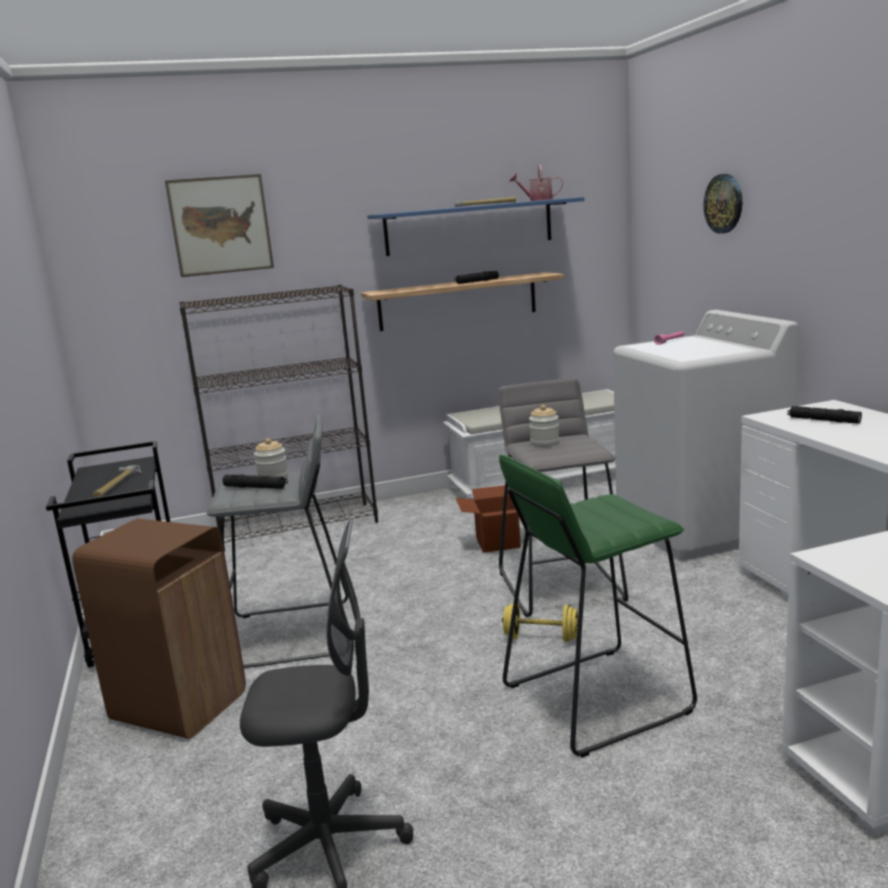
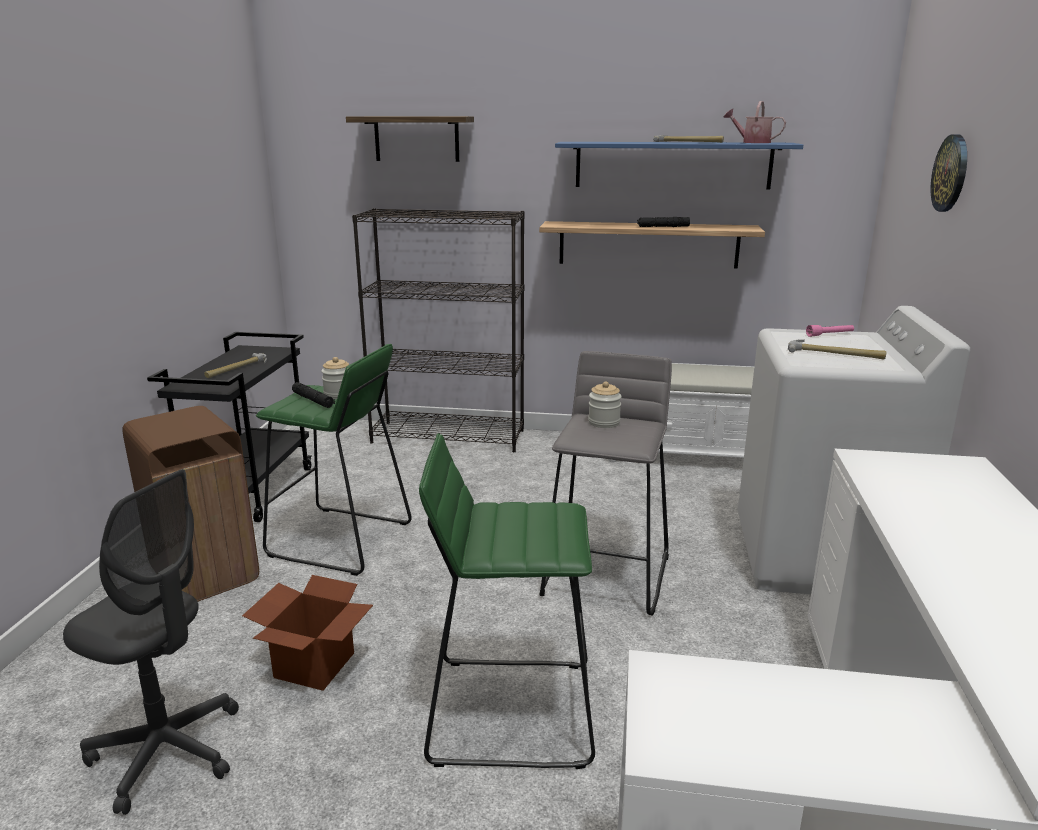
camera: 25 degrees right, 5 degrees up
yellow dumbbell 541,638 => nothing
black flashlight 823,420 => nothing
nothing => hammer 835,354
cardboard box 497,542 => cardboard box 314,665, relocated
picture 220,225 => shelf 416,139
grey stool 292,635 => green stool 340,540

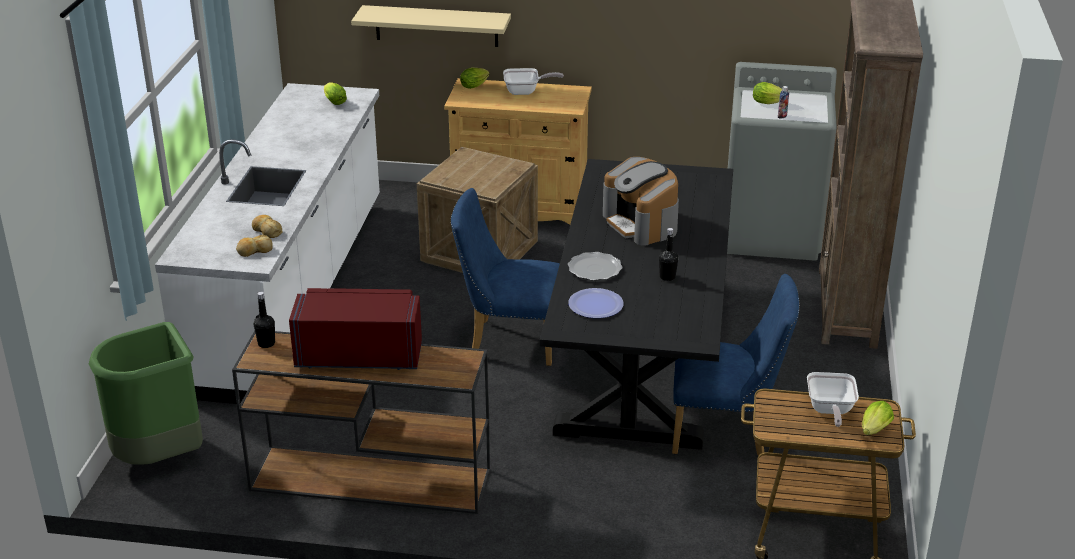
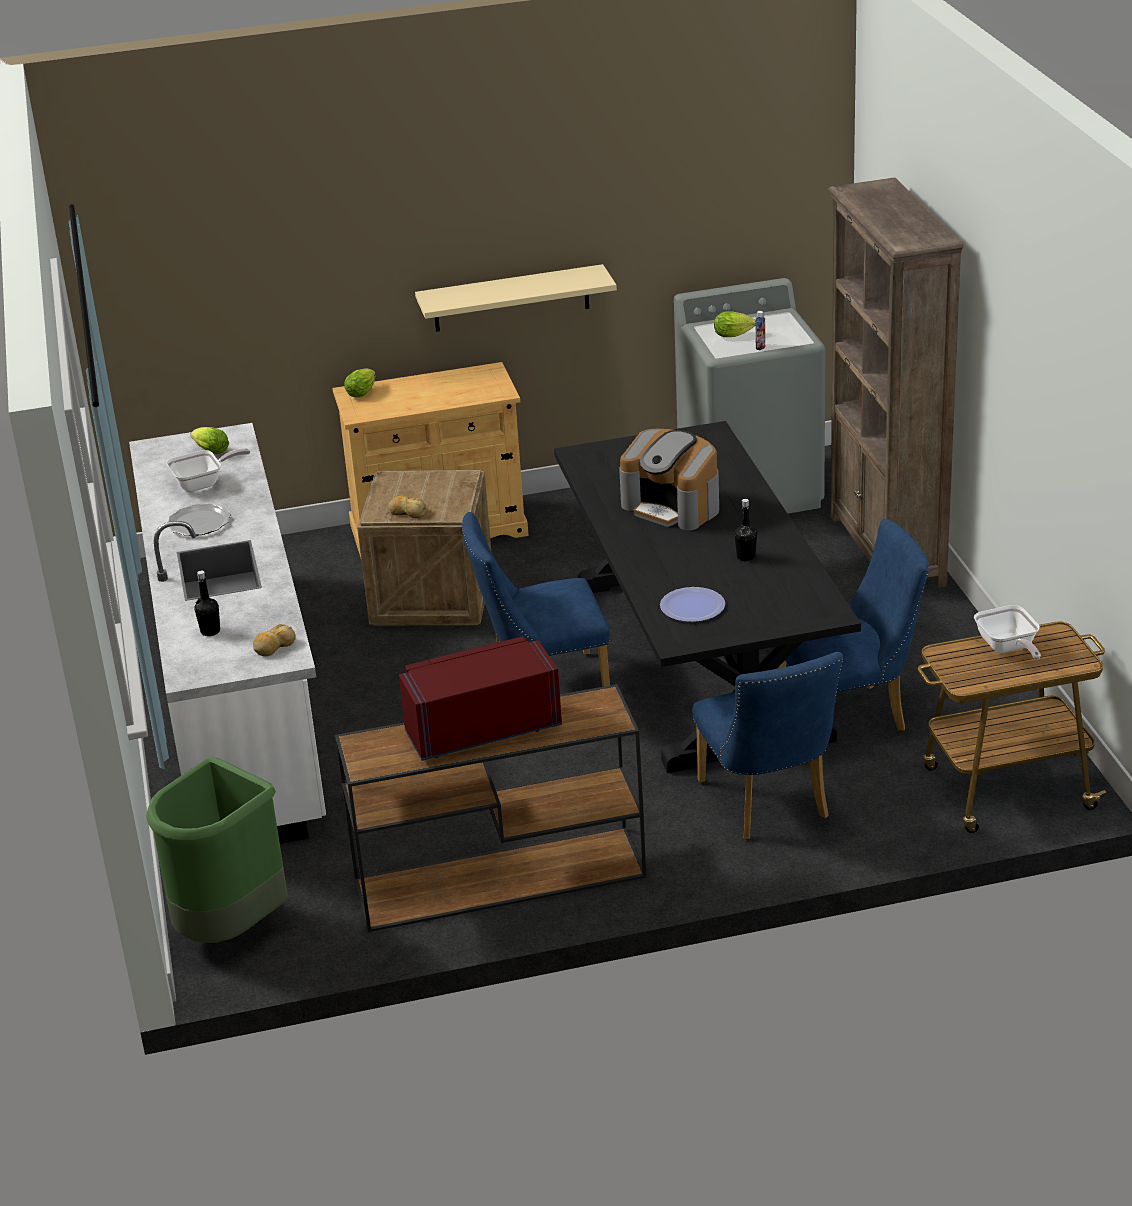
camera: 20 degrees left, 0 degrees up
lettuce 873,431 => nothing
nothing => blue chair 768,805
bread 267,231 => bread 407,512, relocated
black bottle 266,343 => black bottle 210,631, relocated
beige shelf 436,26 => beige shelf 511,298, relocated
frying pan 525,91 => frying pan 203,483, relocated
plate 595,268 => plate 199,523, relocated

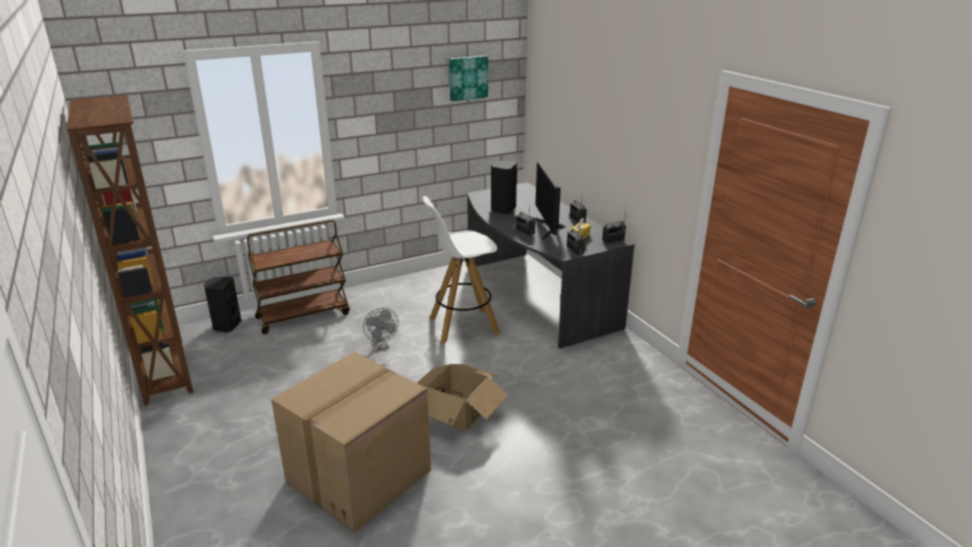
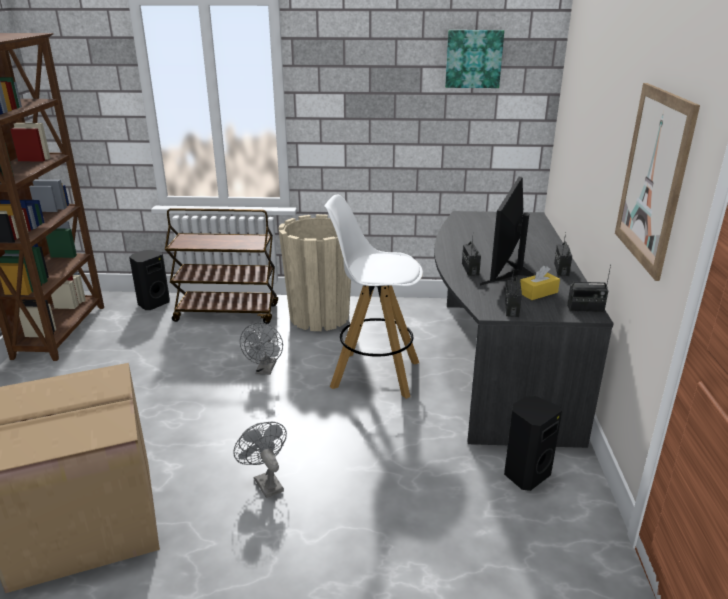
camera: 30 degrees right, 0 degrees up
nothing => beige planter 319,317
nothing => picture 653,178
black speaker 502,209 => black speaker 525,474, relocated
cardboard box 458,411 => grey fan 265,482

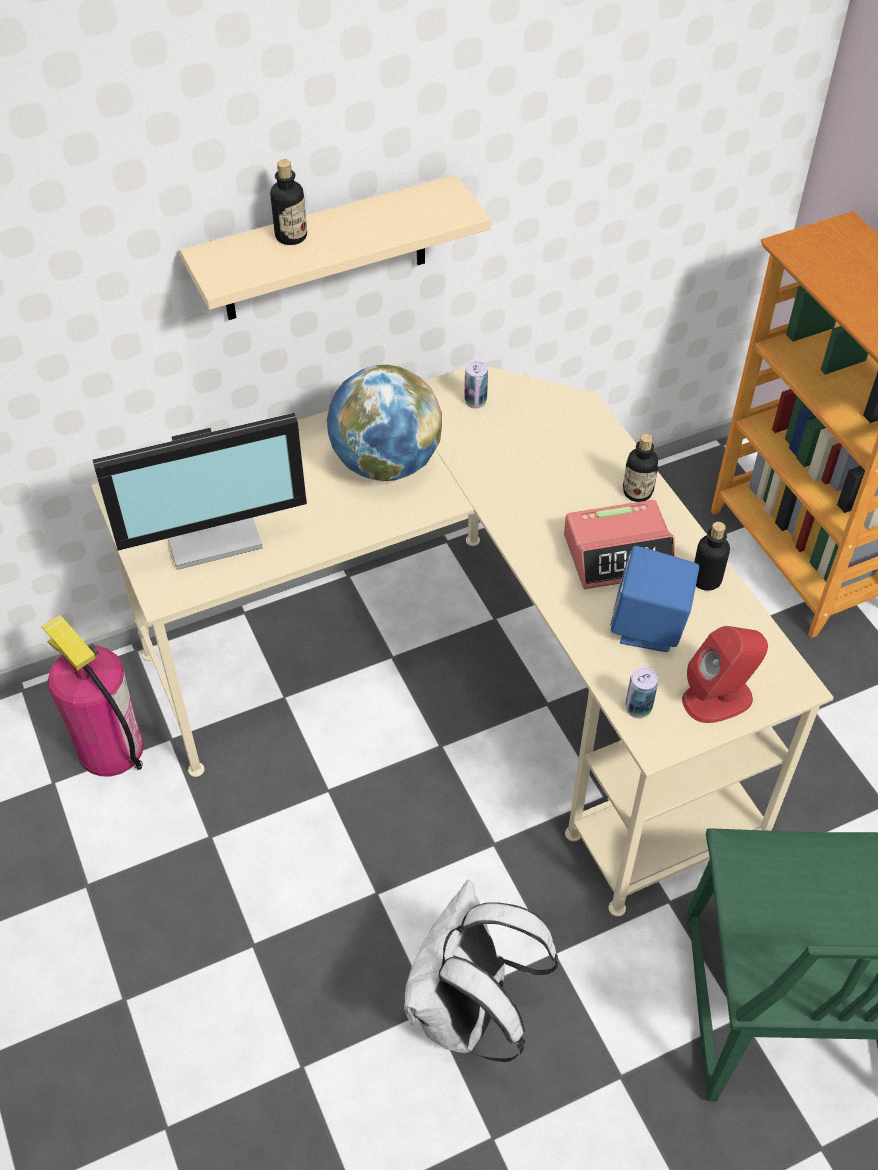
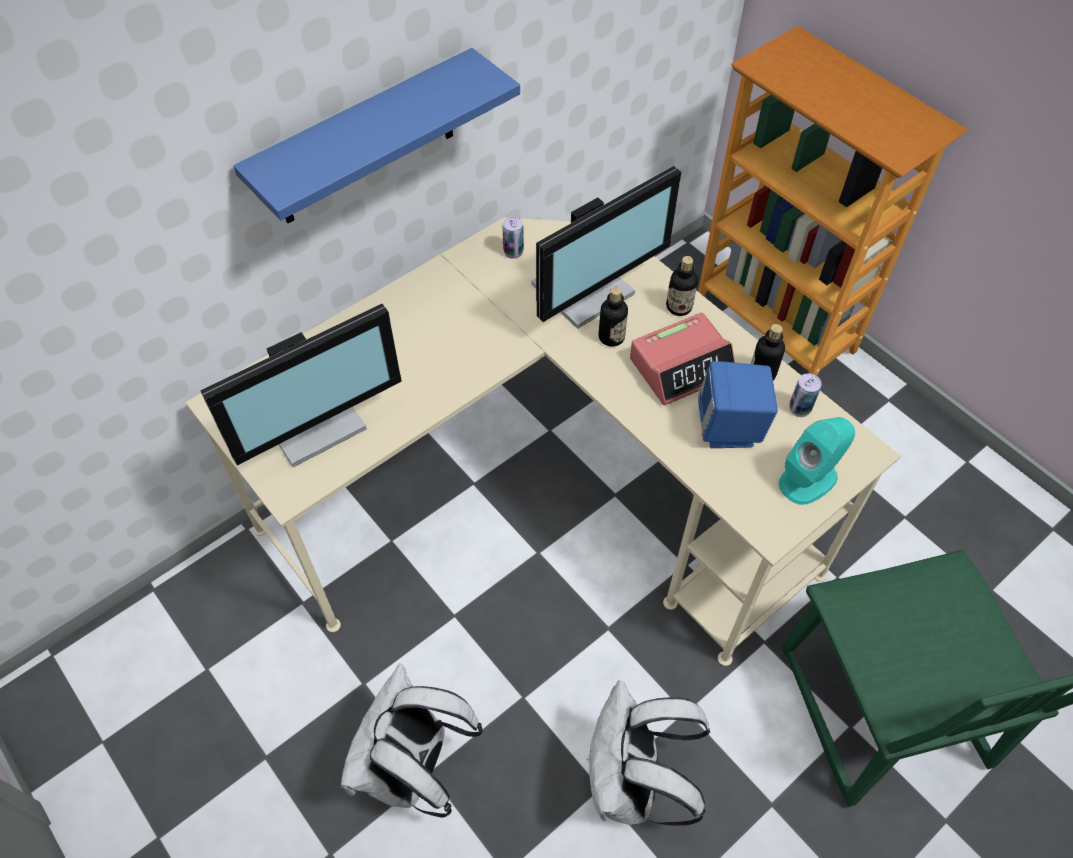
camera: 15 degrees left, 5 degrees up
fire extinguisher 110,749 => nothing
globe 385,464 => nothing
nothing => white backpack 414,769
nothing => monitor 586,291
bottle 291,236 => bottle 611,337, relocated
can 638,708 => can 799,408, relocated
beige shelf 324,251 => blue shelf 365,141
red speaker 718,698 => turquoise speaker 808,479

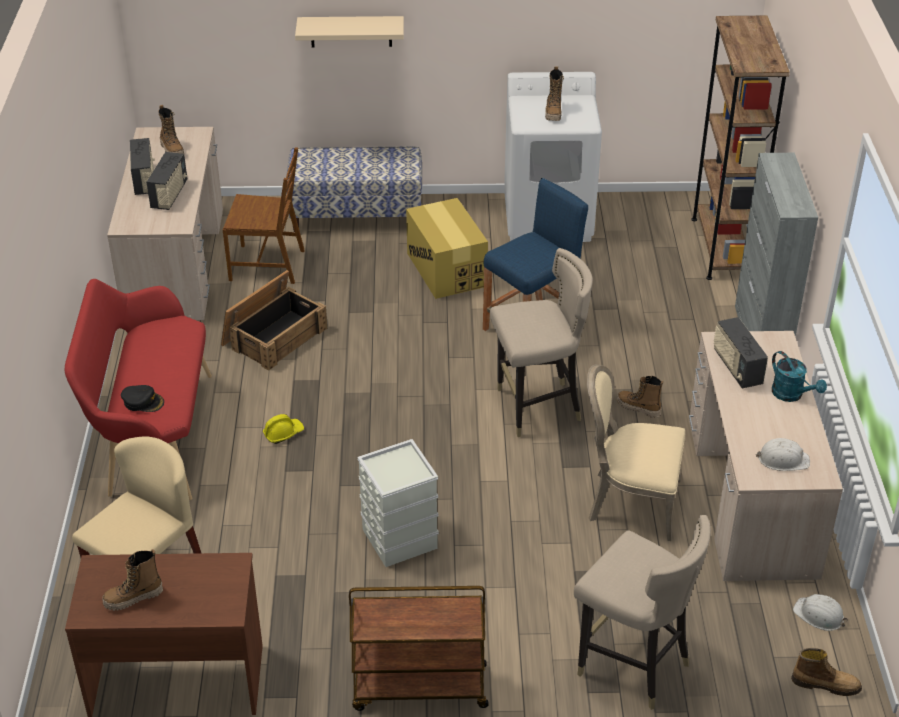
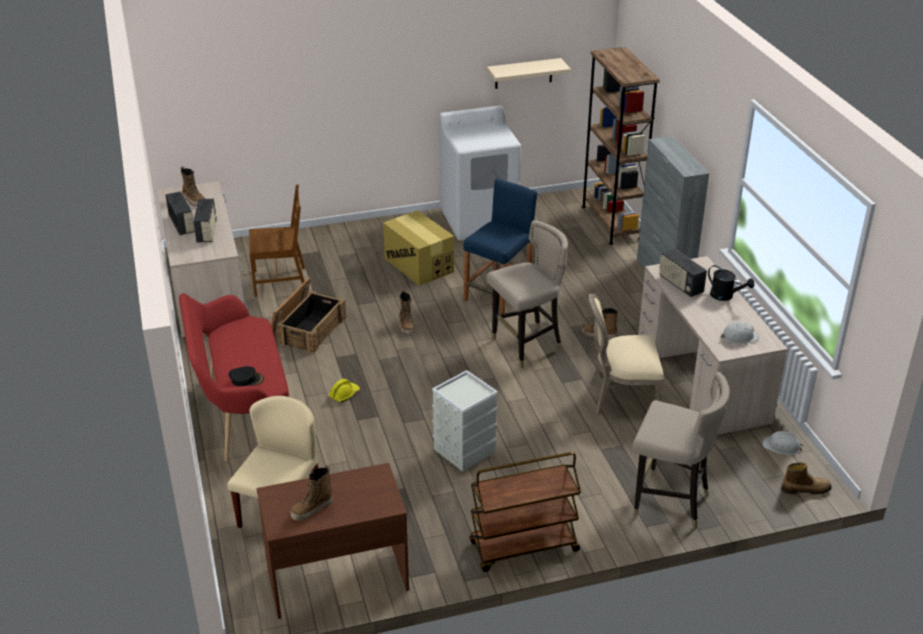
camera: 15 degrees left, 5 degrees down
bench 357,215 => nothing
beige shelf 351,31 => beige shelf 523,73, relocated
boot 553,113 => boot 406,327, relocated
turquoise watering can 791,395 => black watering can 725,296

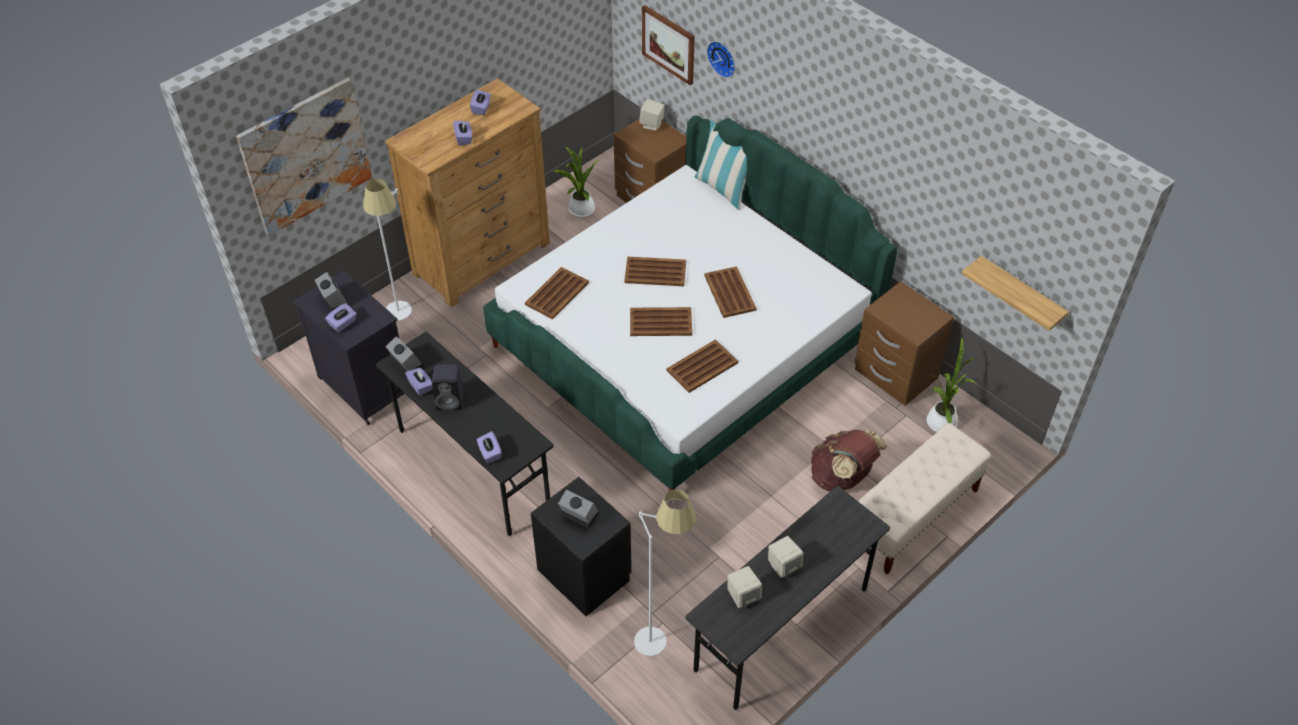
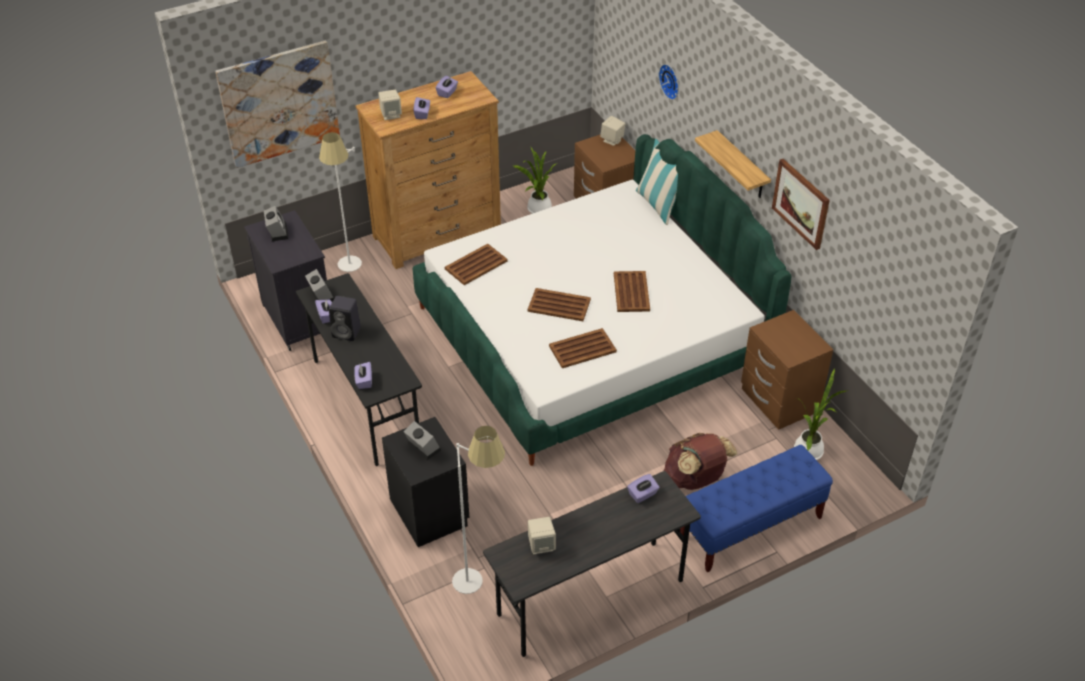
camera: 15 degrees right, 5 degrees down
brown tray 654,272 => nothing
purple tissue box 343,323 => purple tissue box 642,494, relocated
picture 669,44 => picture 801,203, relocated
beige speaker 783,566 => beige speaker 391,114, relocated
shelf 1020,295 => shelf 742,166, relocated
beige bench 912,516 => blue bench 750,527

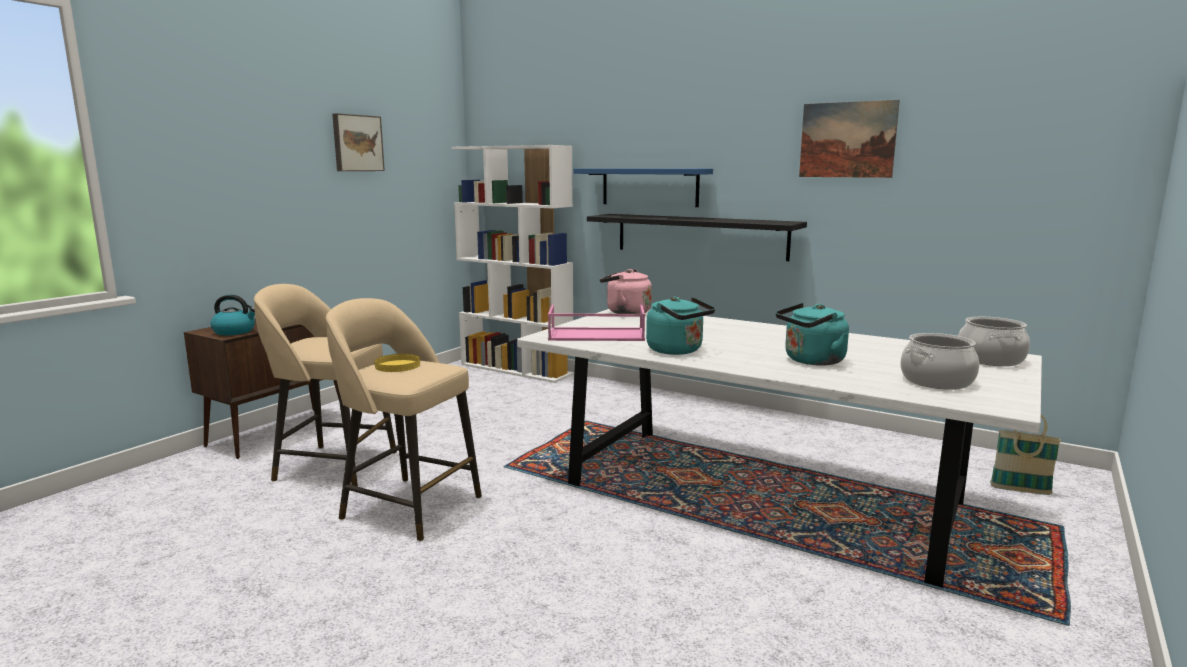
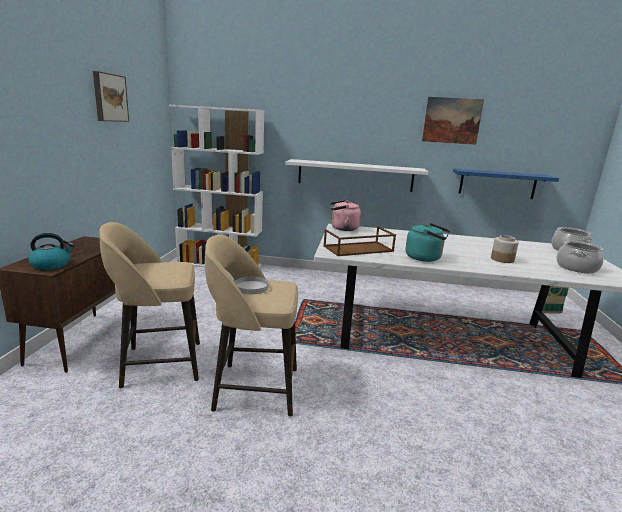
camera: 25 degrees left, 5 degrees up
blue shelf 649,187 => blue shelf 497,184, relocated
turquoise kettle 811,361 => jar 502,259
yellow plate 398,365 => white plate 251,287
pink tray 595,335 => brown tray 358,249
black shelf 700,236 => white shelf 355,175

